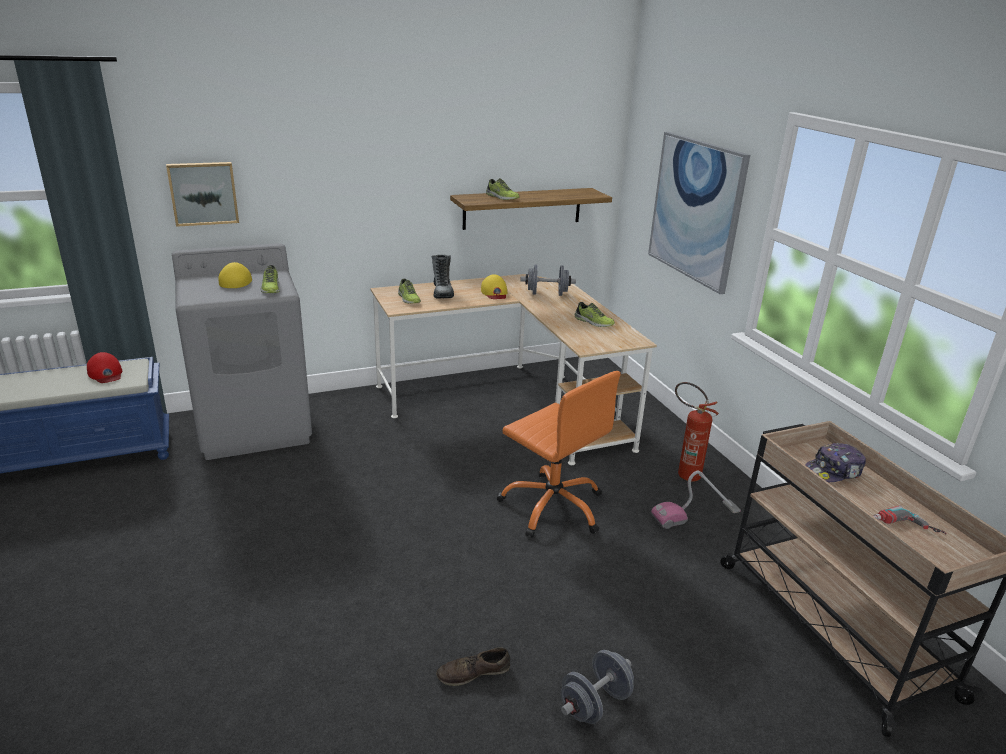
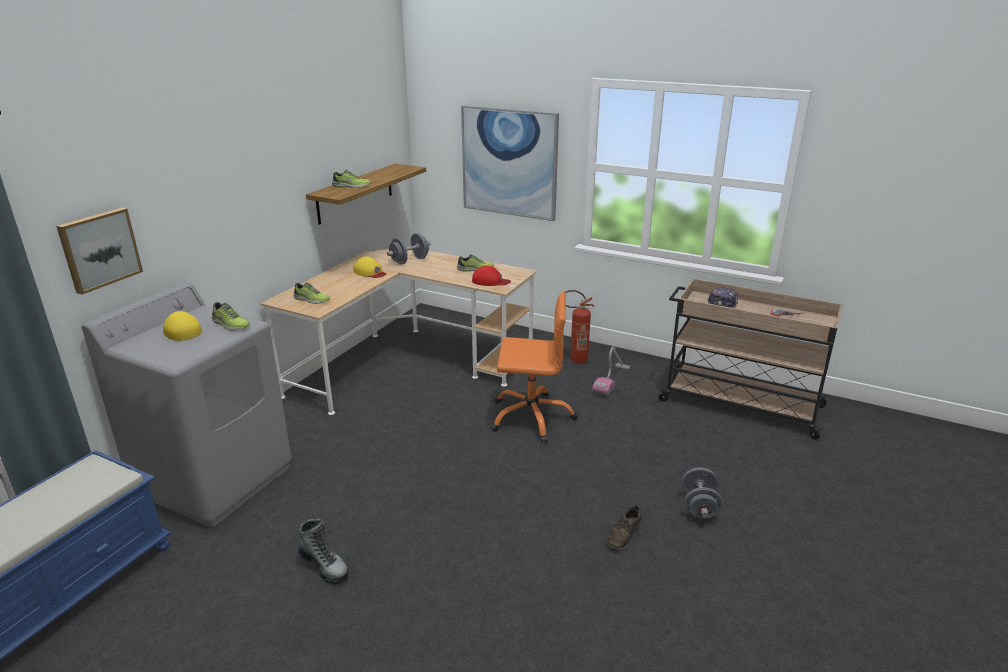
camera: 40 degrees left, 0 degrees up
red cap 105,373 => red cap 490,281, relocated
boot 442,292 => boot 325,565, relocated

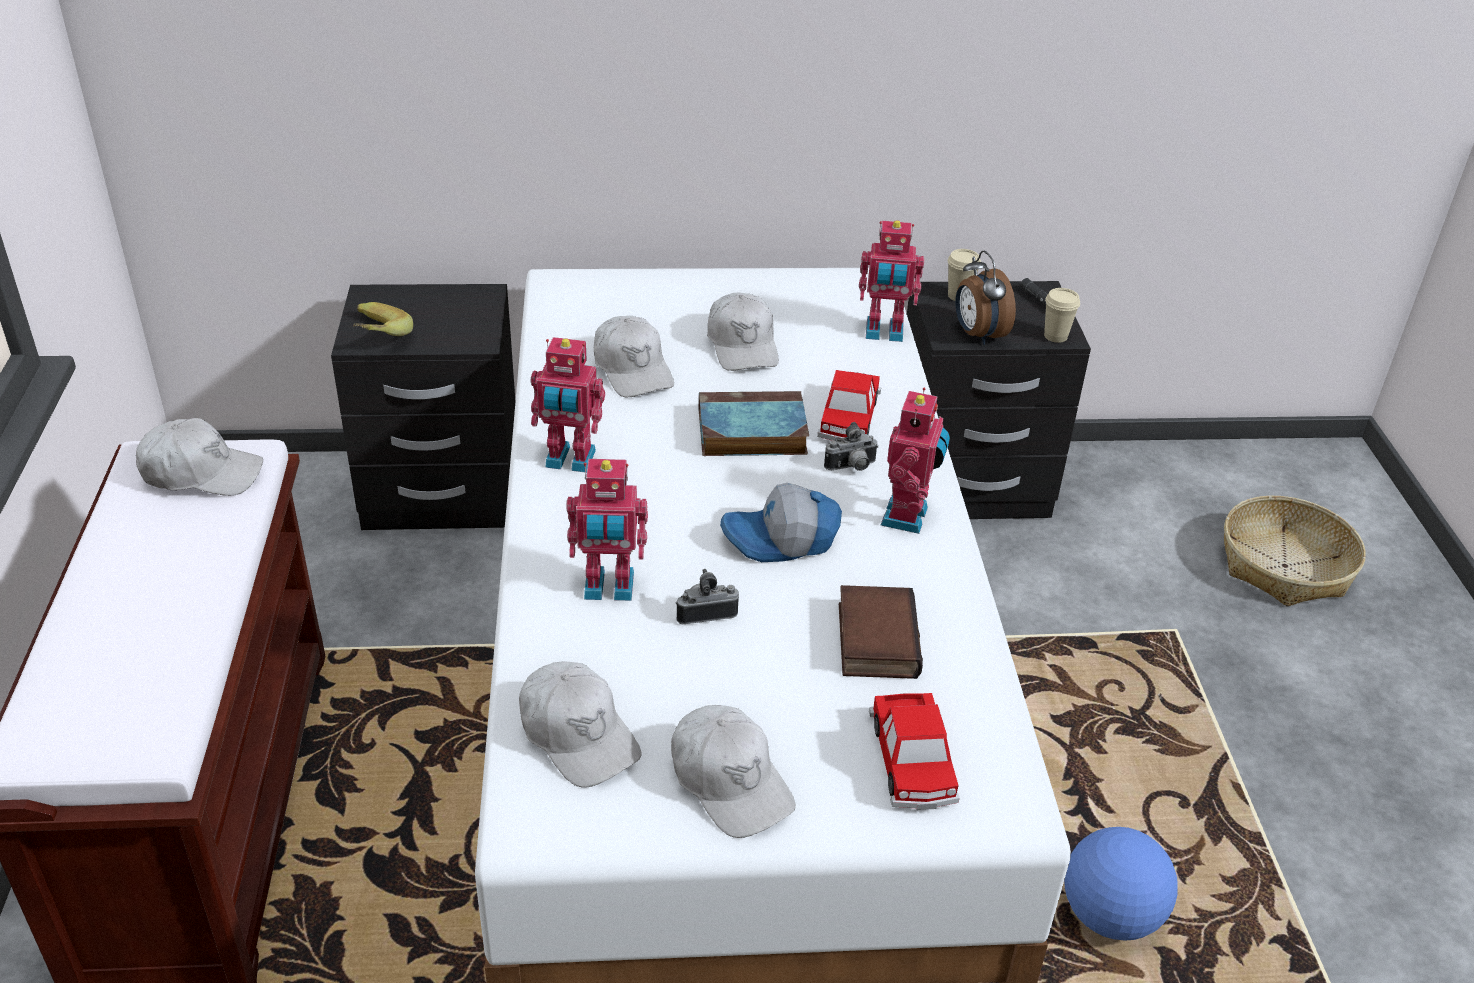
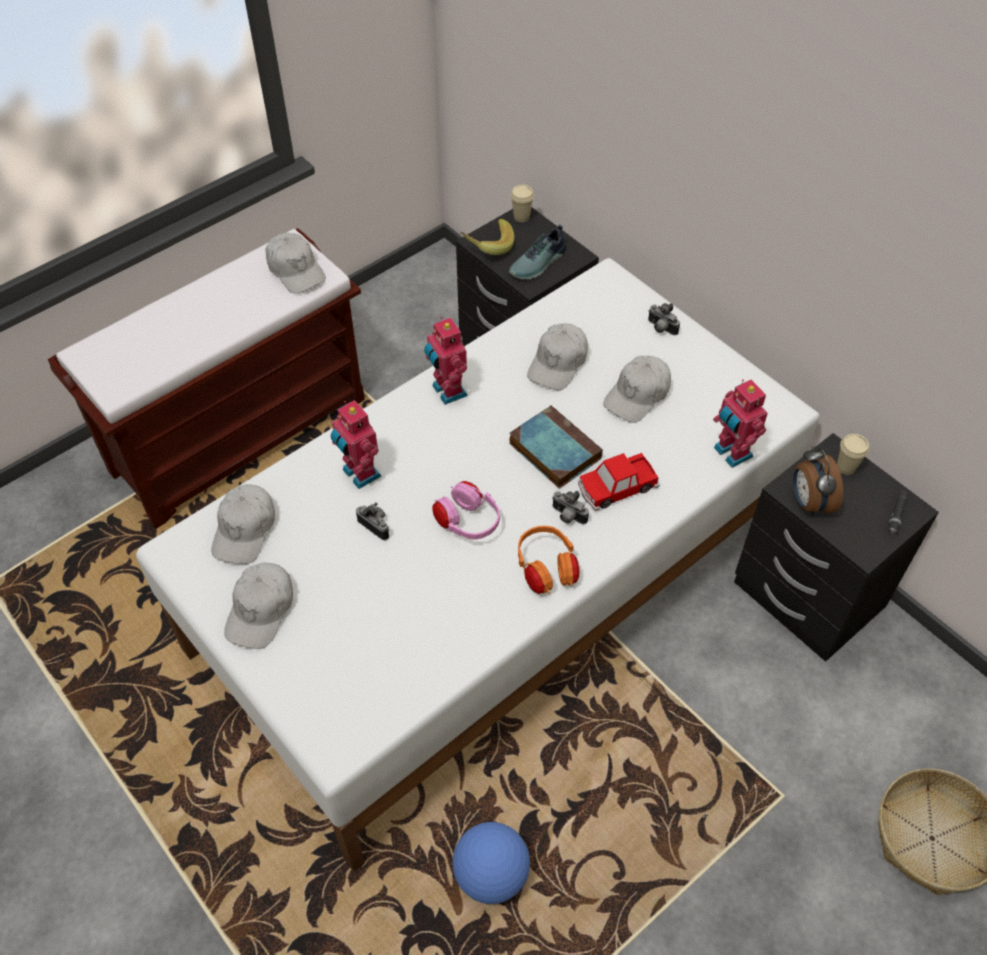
camera: 55 degrees right, 15 degrees up
book 874,639 => nothing
toy car 912,761 => nothing
nothing => shoe 539,264
nothing => photo camera 660,328
beige cup 1055,336 => beige cup 521,217, relocated
cap 781,540 => pink headphones 467,522
toy robot 908,517 => orange headphones 546,570
alarm clock 977,334 => alarm clock 809,502, 45 degrees counterclockwise

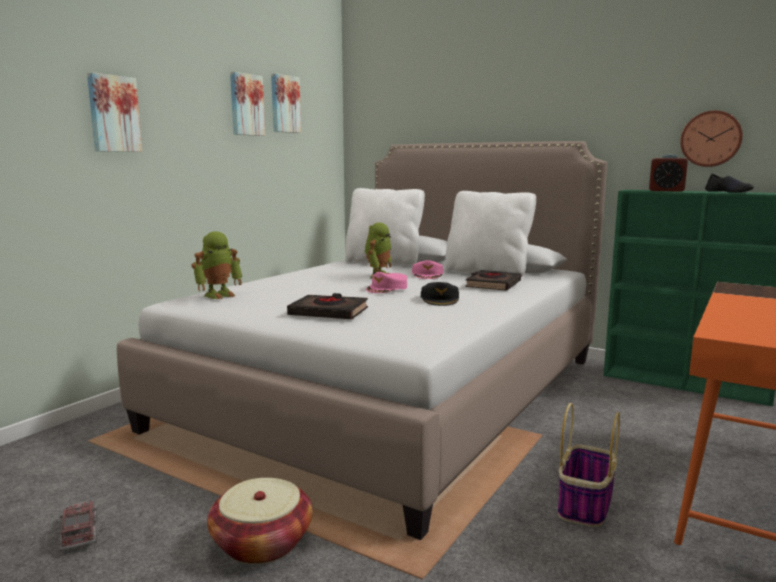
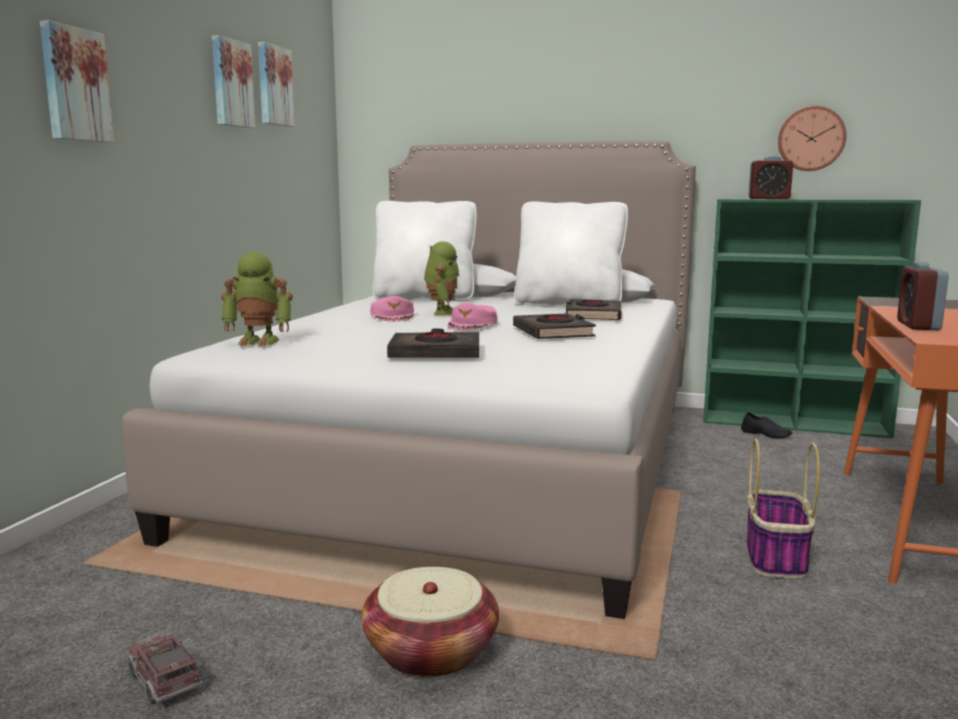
camera: 15 degrees left, 0 degrees up
nothing => alarm clock 918,325
pink cap 428,275 => pink cap 393,316, relocated
black shoe 728,192 => black shoe 766,434, relocated
black cap 440,299 => black book 553,333
toy robot 219,295 => toy robot 259,341, 60 degrees clockwise

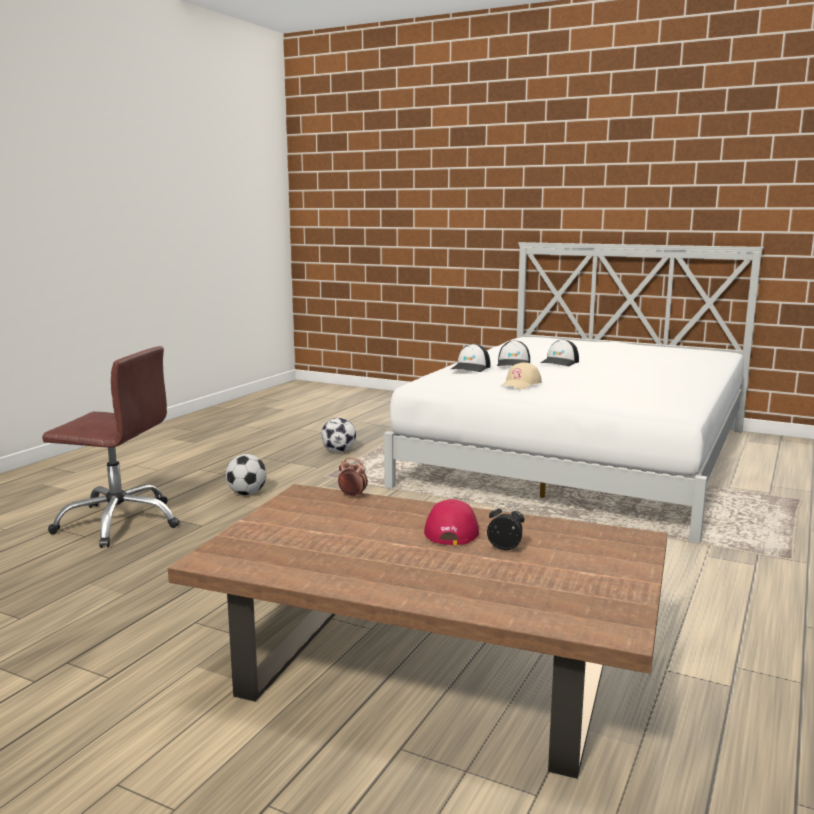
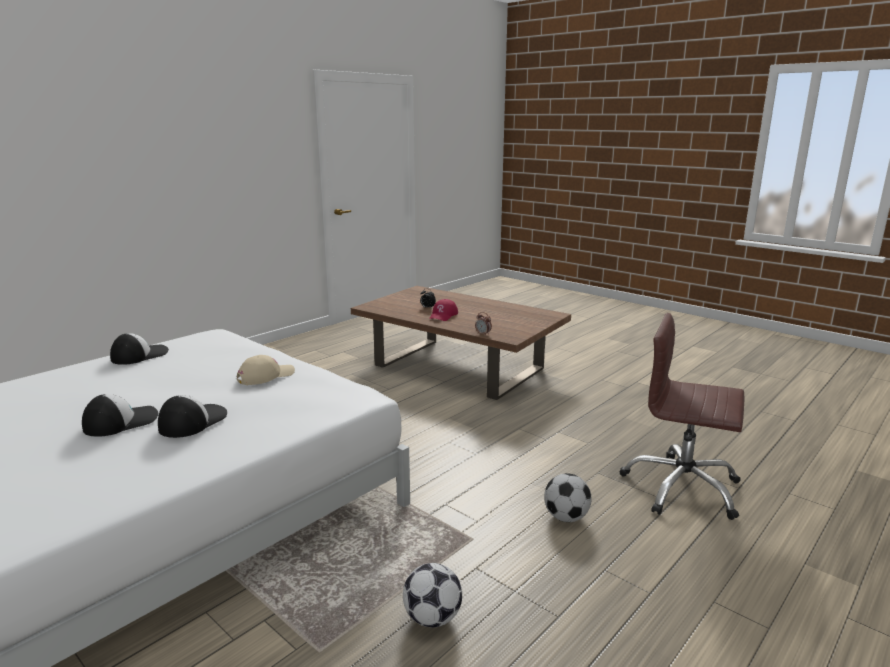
camera: 165 degrees left, 5 degrees up
cap 471,368 => cap 139,355, relocated

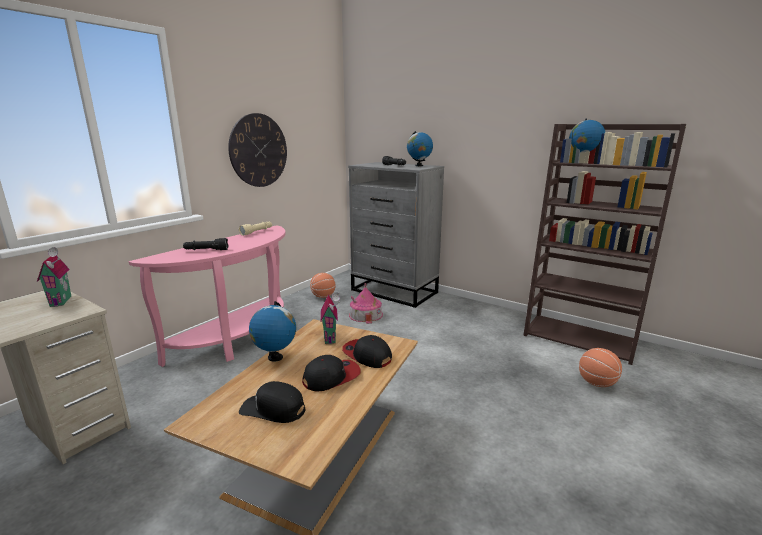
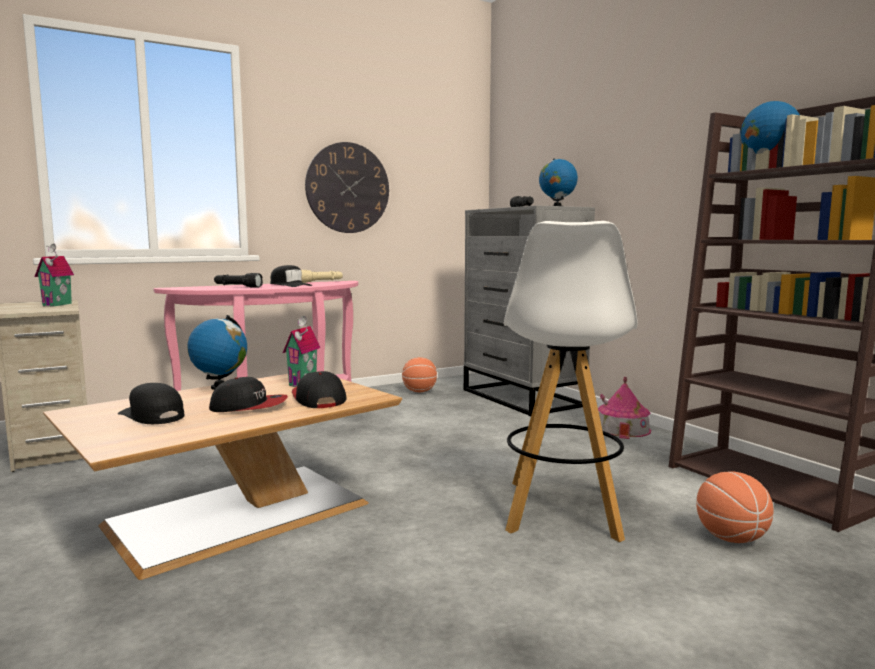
camera: 25 degrees right, 10 degrees down
nothing => black cap 290,285
nothing => white stool 562,510
toy house 365,314 => toy house 622,429, relocated

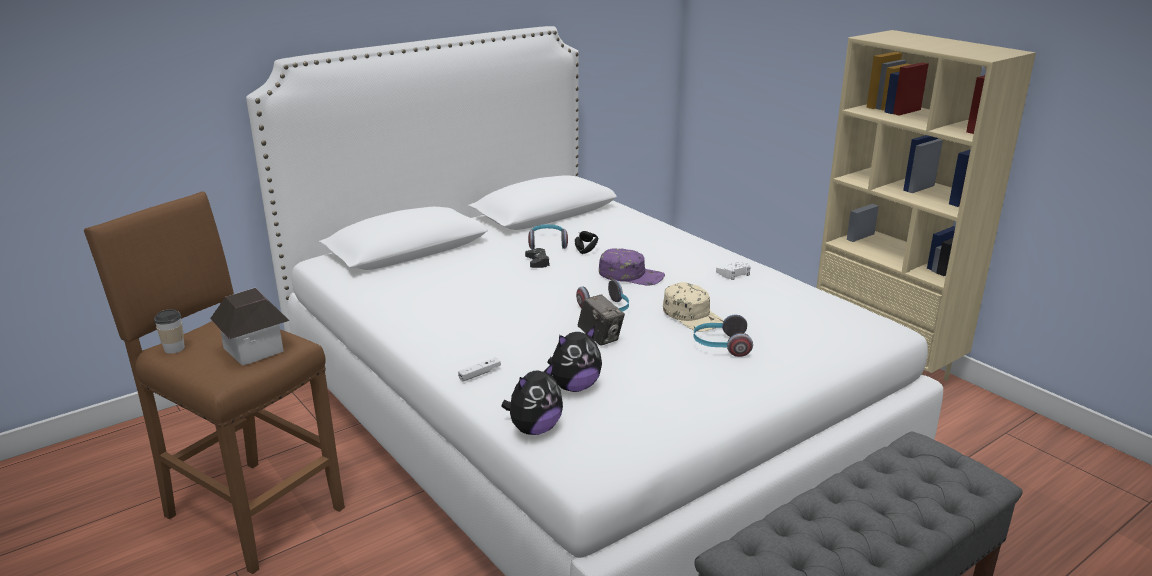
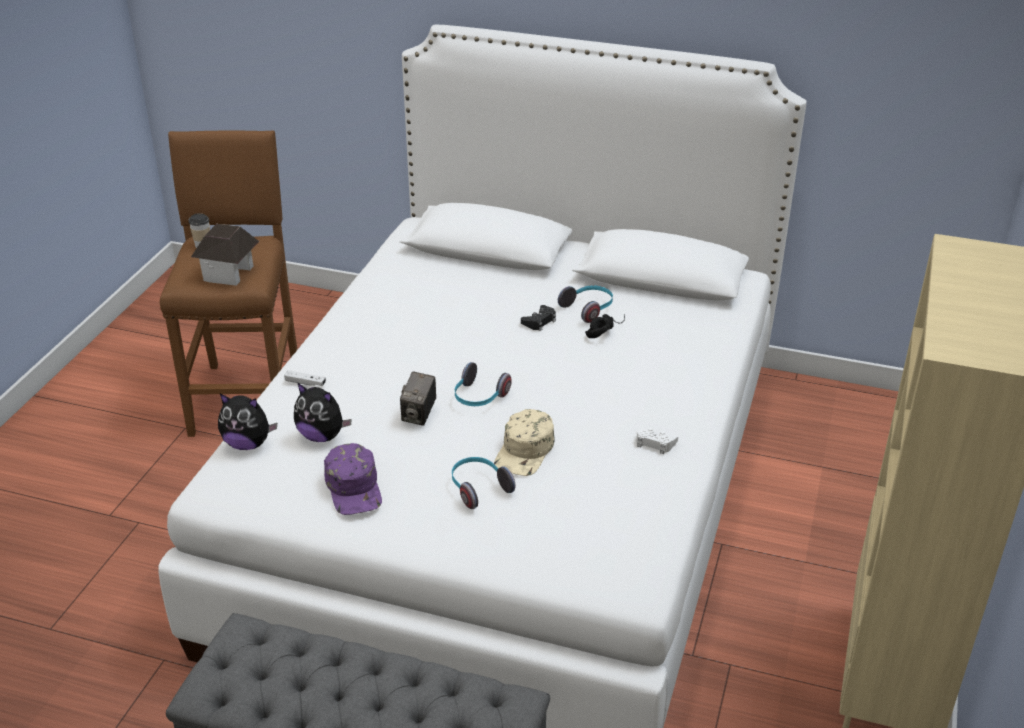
camera: 55 degrees right, 10 degrees up
purple cap 631,275 => purple cap 354,487, relocated

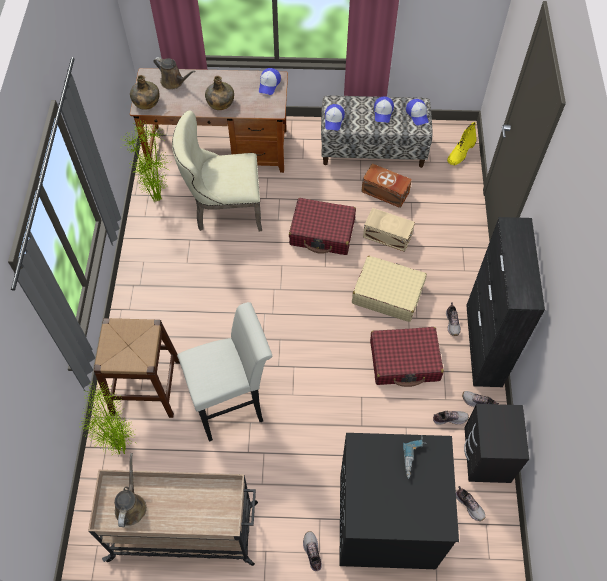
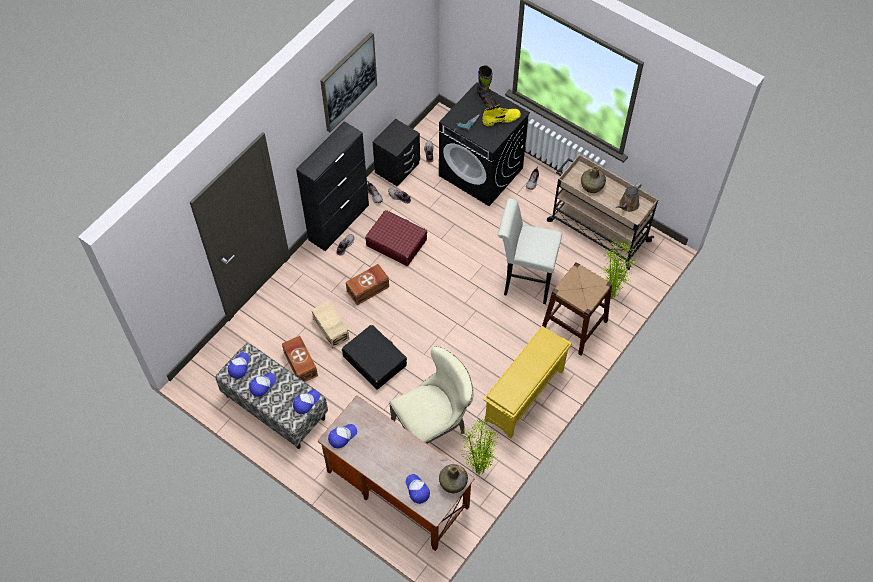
camera: 145 degrees left, 0 degrees up
nothing => picture 348,82
nothing => black boot 486,100
nothing => yellow shoe rack 524,396
green bottle 220,102 => green bottle 592,185, relocated
yellow boot 460,153 => yellow boot 501,119, relocated
brown watering can 174,82 => cap 417,489
beige suitcase 387,294 => brown storage box 368,289
red suitcase 322,232 => black suitcase 374,361
beige chair 224,210 => beige chair 433,426, 60 degrees counterclockwise

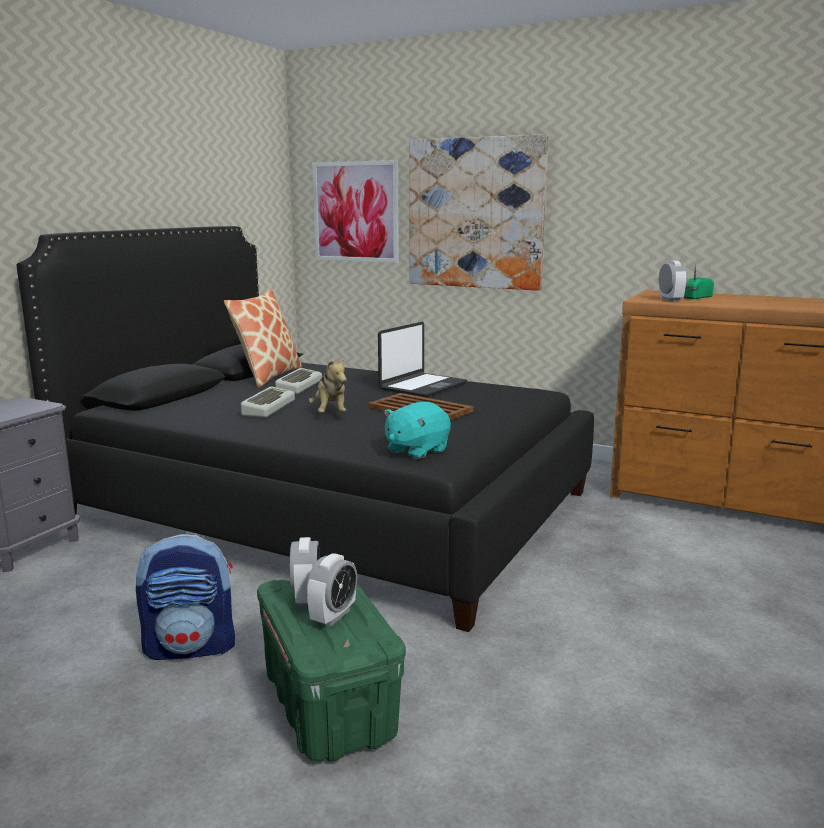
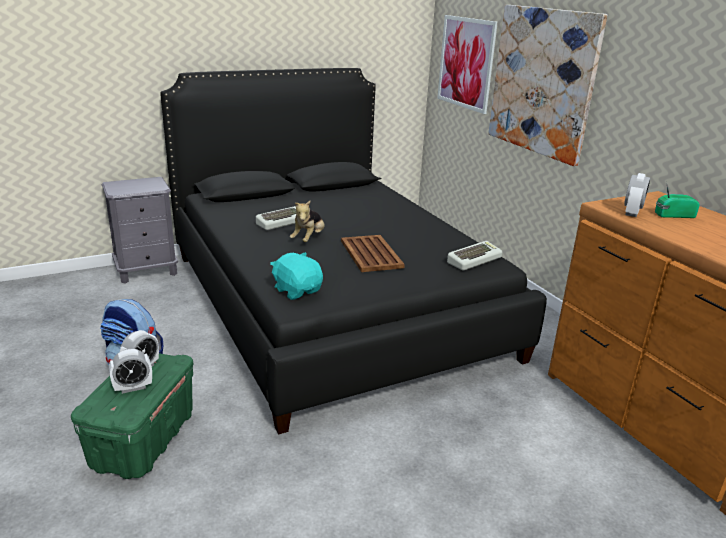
camera: 35 degrees right, 10 degrees up
pillow 267,376 => nothing
laptop 422,386 => nothing
keyboard 298,386 => keyboard 473,259, relocated
turquoise plush toy 416,451 => turquoise plush toy 297,290, 60 degrees clockwise

